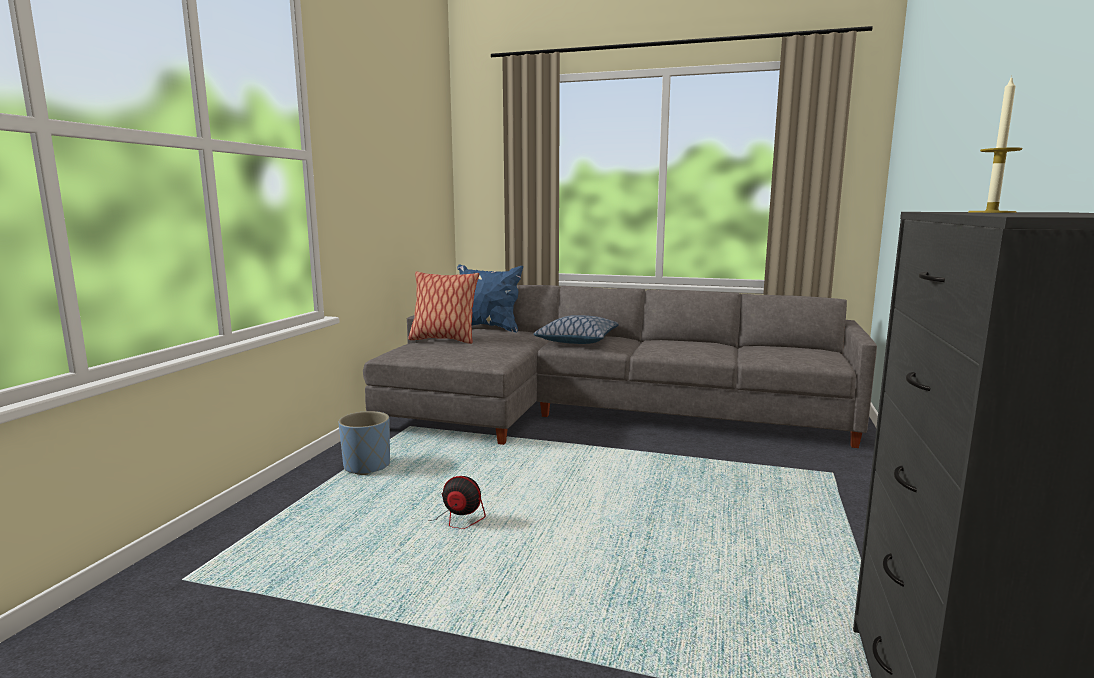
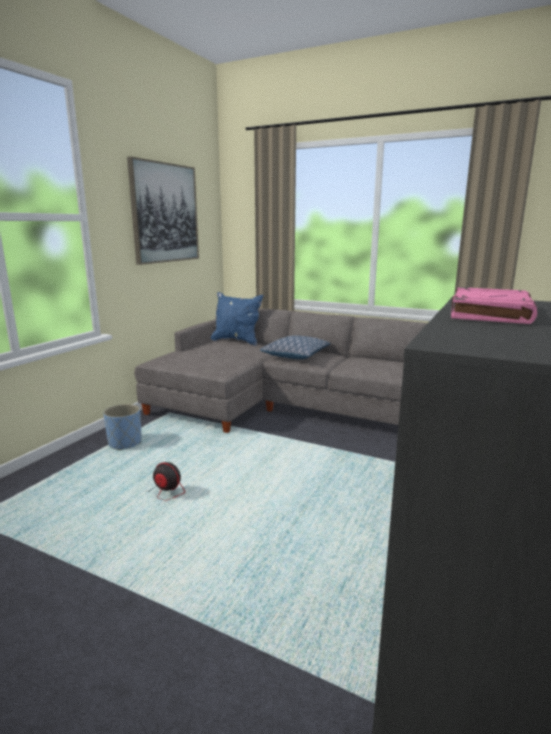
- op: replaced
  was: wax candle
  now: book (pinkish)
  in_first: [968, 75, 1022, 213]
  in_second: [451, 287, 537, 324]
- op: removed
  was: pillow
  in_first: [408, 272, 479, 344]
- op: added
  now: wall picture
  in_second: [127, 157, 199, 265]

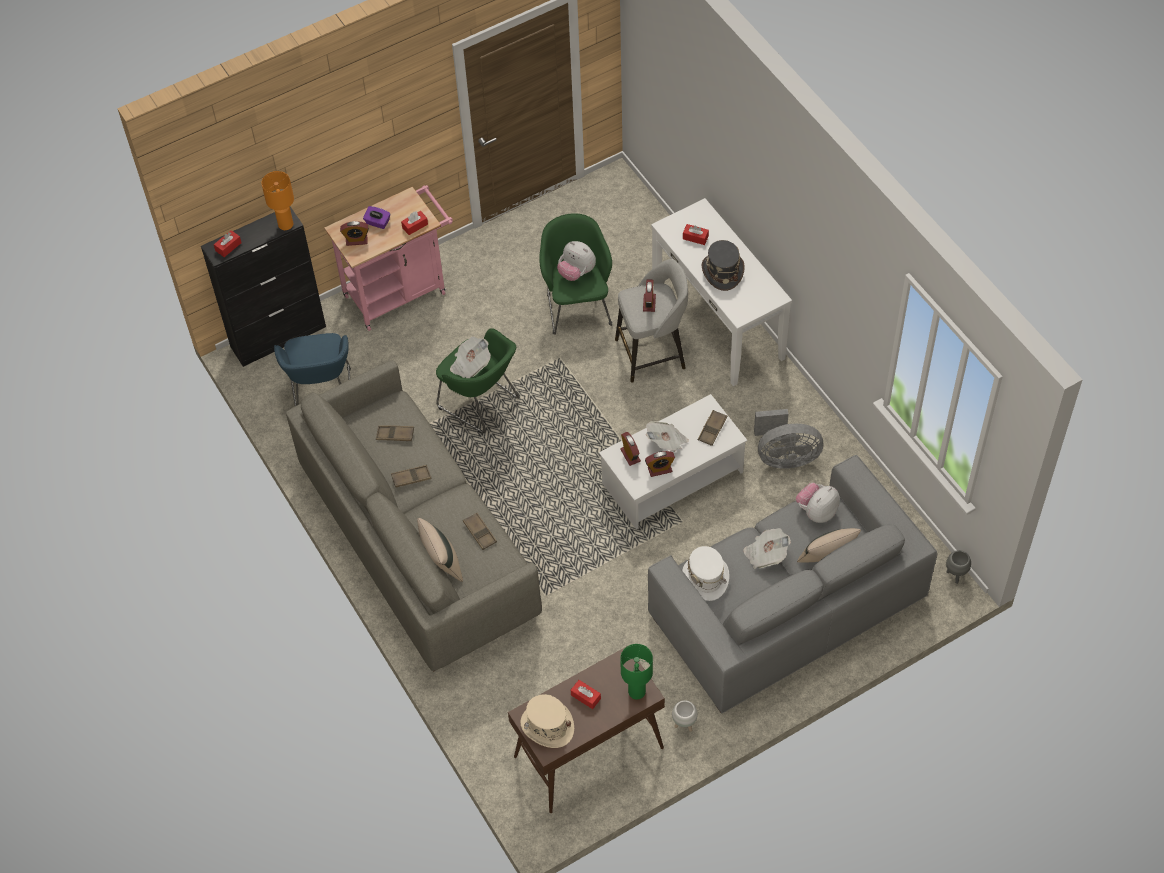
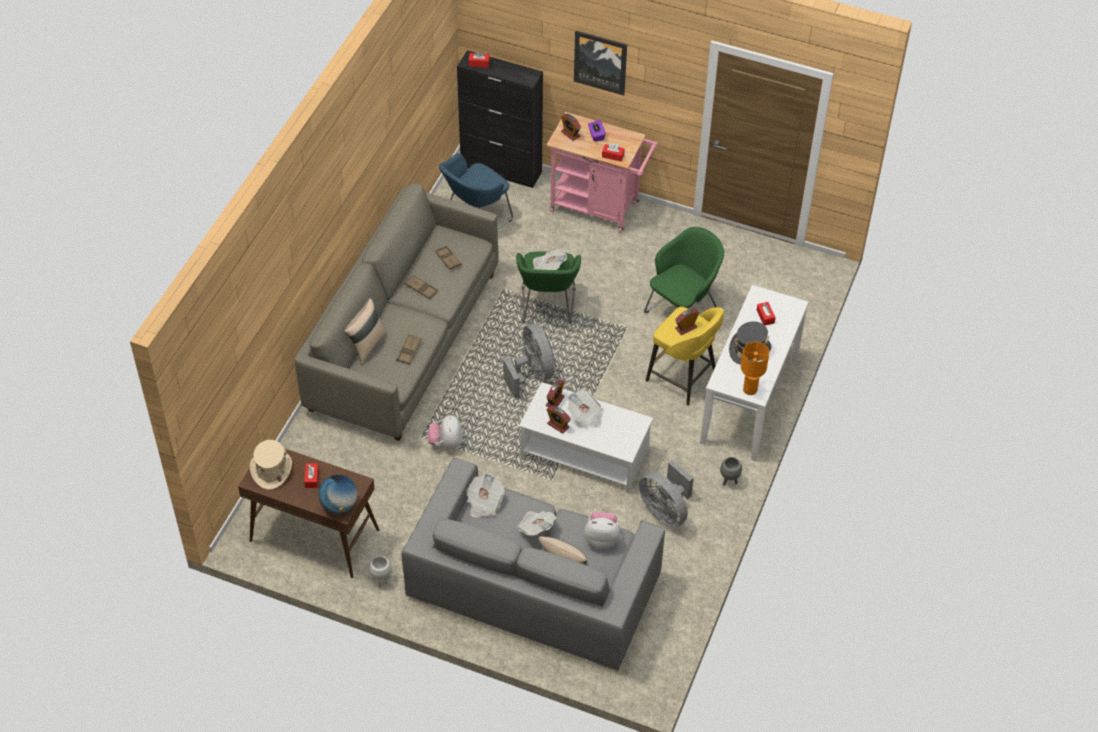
- op: moved
  was: table lamp (orange)
  in_first: [262, 171, 294, 230]
  in_second: [741, 342, 769, 395]
- op: moved
  was: soft toy
  in_first: [557, 241, 596, 281]
  in_second: [428, 415, 463, 449]
- op: recoloured
  was: stool (grey)
  now: stool (yellowish)
  in_first: [615, 259, 688, 383]
  in_second: [646, 307, 724, 405]
- op: removed
  was: carrying tray (brown)
  in_first: [698, 410, 727, 446]
- op: replaced
  was: wearable hat (white)
  now: daily paper
  in_first: [682, 546, 730, 601]
  in_second: [466, 473, 505, 518]
- op: moved
  was: planter (grey)
  in_first: [946, 550, 971, 584]
  in_second: [720, 457, 742, 486]
- op: replaced
  was: table lamp (greenish)
  now: desk globe
  in_first: [620, 644, 653, 700]
  in_second: [318, 475, 358, 514]
- op: added
  now: wall picture
  in_second: [574, 31, 627, 96]
- op: added
  now: electric fan (grey)
  in_second: [503, 324, 555, 398]

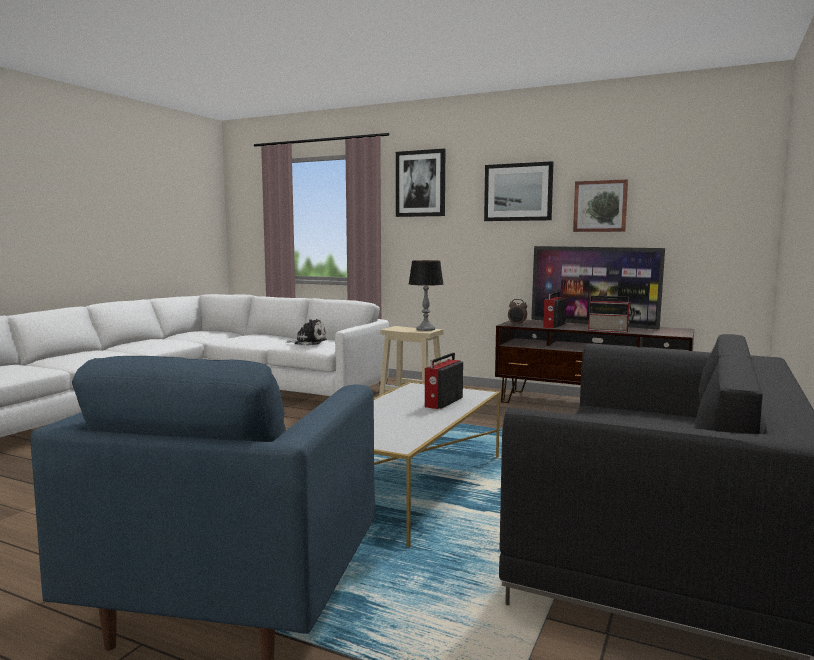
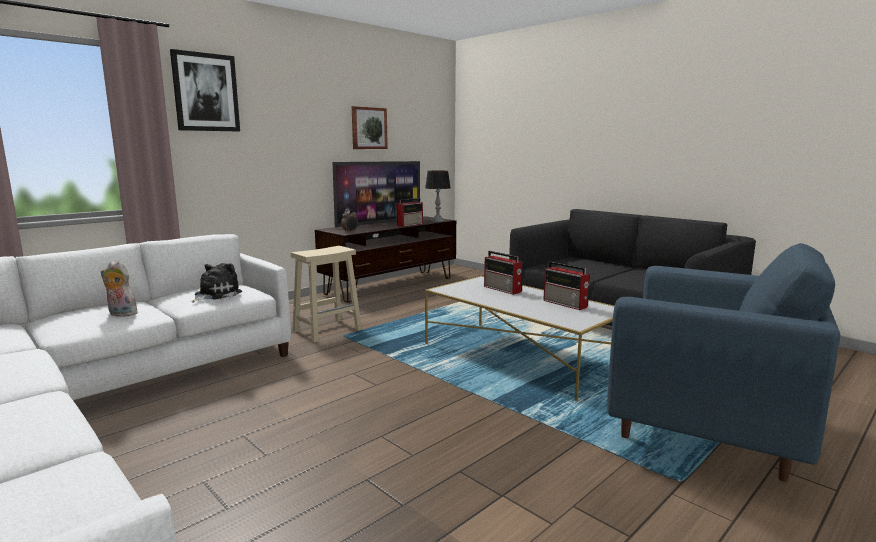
- op: removed
  was: wall picture
  in_first: [484, 161, 554, 221]
- op: moved
  was: table lamp
  in_first: [409, 260, 443, 331]
  in_second: [425, 170, 450, 222]
- op: moved
  was: radio set
  in_first: [543, 292, 566, 328]
  in_second: [543, 261, 590, 310]
- op: added
  now: soft toy
  in_second: [101, 261, 137, 317]

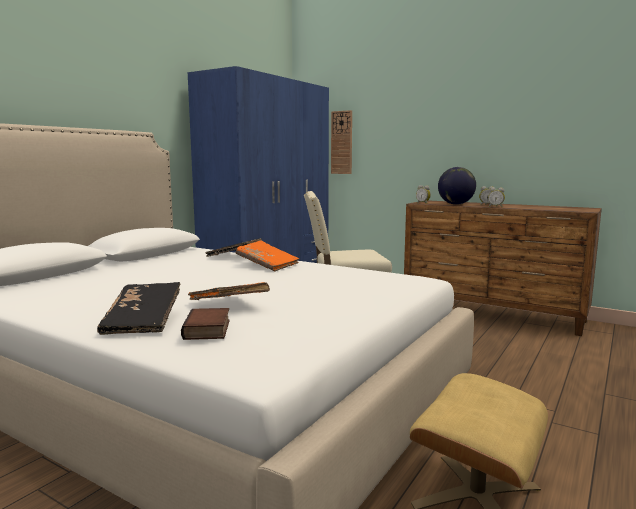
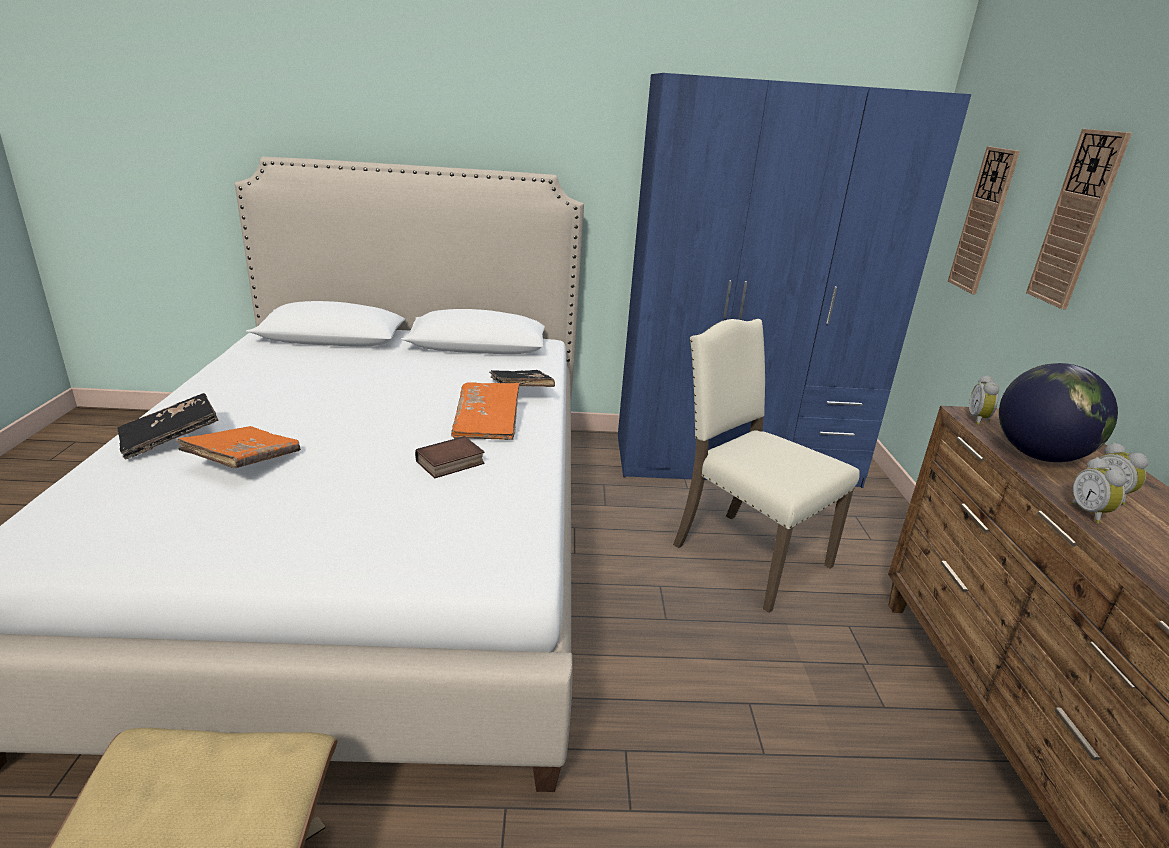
- op: moved
  was: book
  in_first: [181, 308, 230, 340]
  in_second: [415, 436, 485, 478]
- op: added
  now: wall clock
  in_second: [1026, 129, 1132, 309]

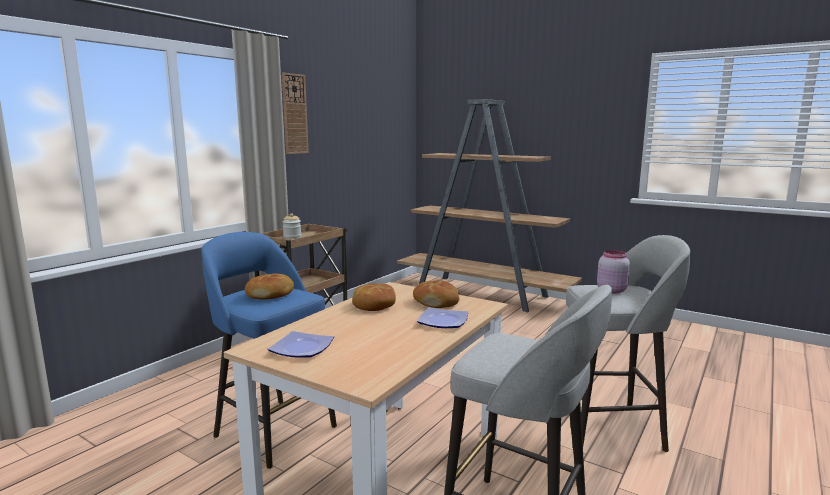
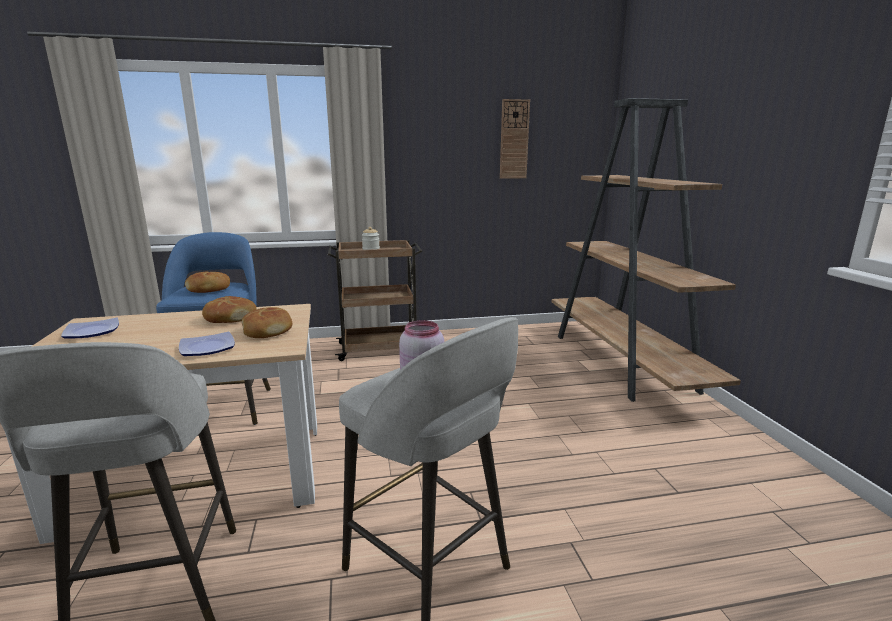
- op: moved
  was: wall clock
  in_first: [282, 73, 309, 154]
  in_second: [500, 99, 530, 179]

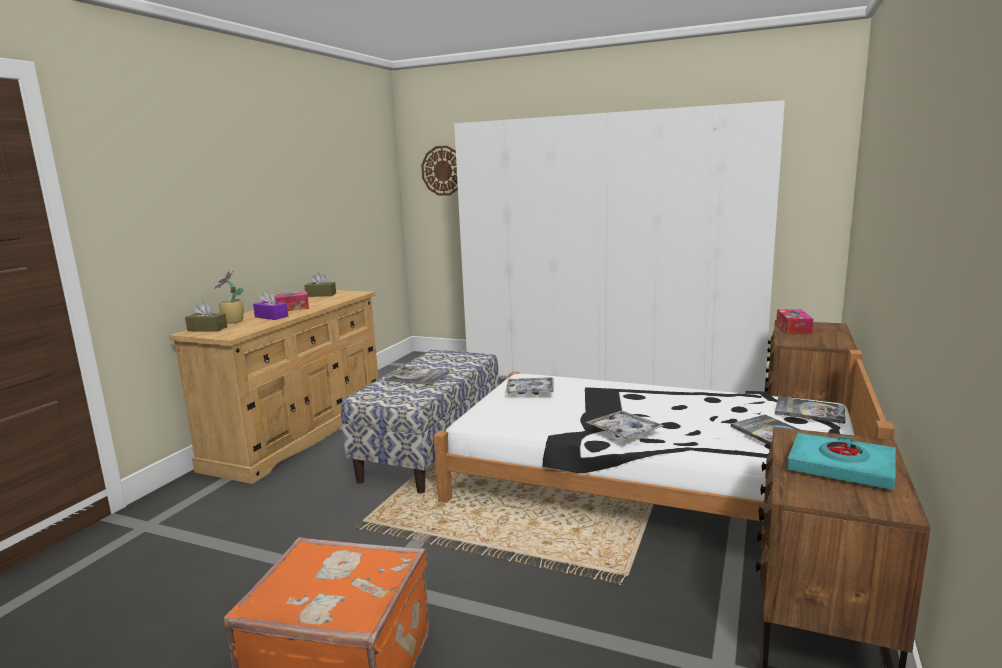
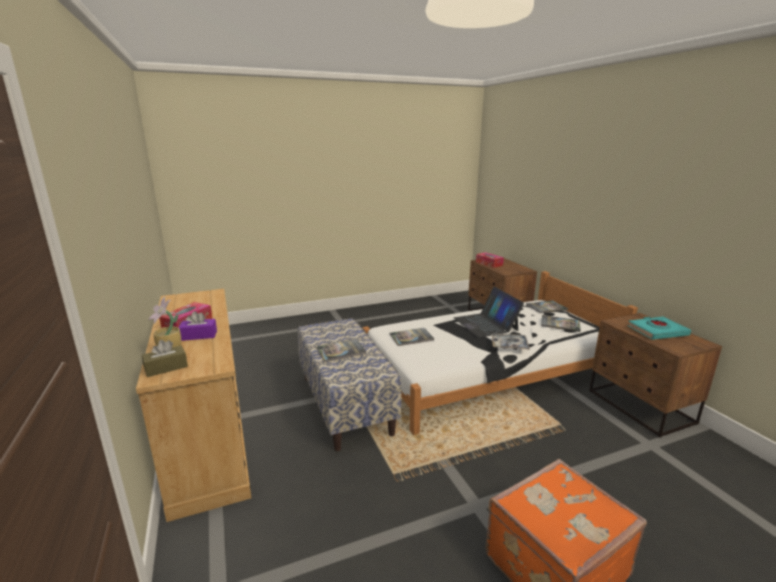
- op: removed
  was: wardrobe (white)
  in_first: [454, 100, 785, 394]
- op: removed
  was: wall clock
  in_first: [421, 146, 458, 196]
- op: removed
  was: box of tissues (brown)
  in_first: [304, 272, 336, 297]
- op: replaced
  was: carrying tray
  now: book
  in_first: [505, 378, 554, 395]
  in_second: [390, 328, 434, 346]
- op: added
  now: portable computer
  in_second: [454, 287, 524, 338]

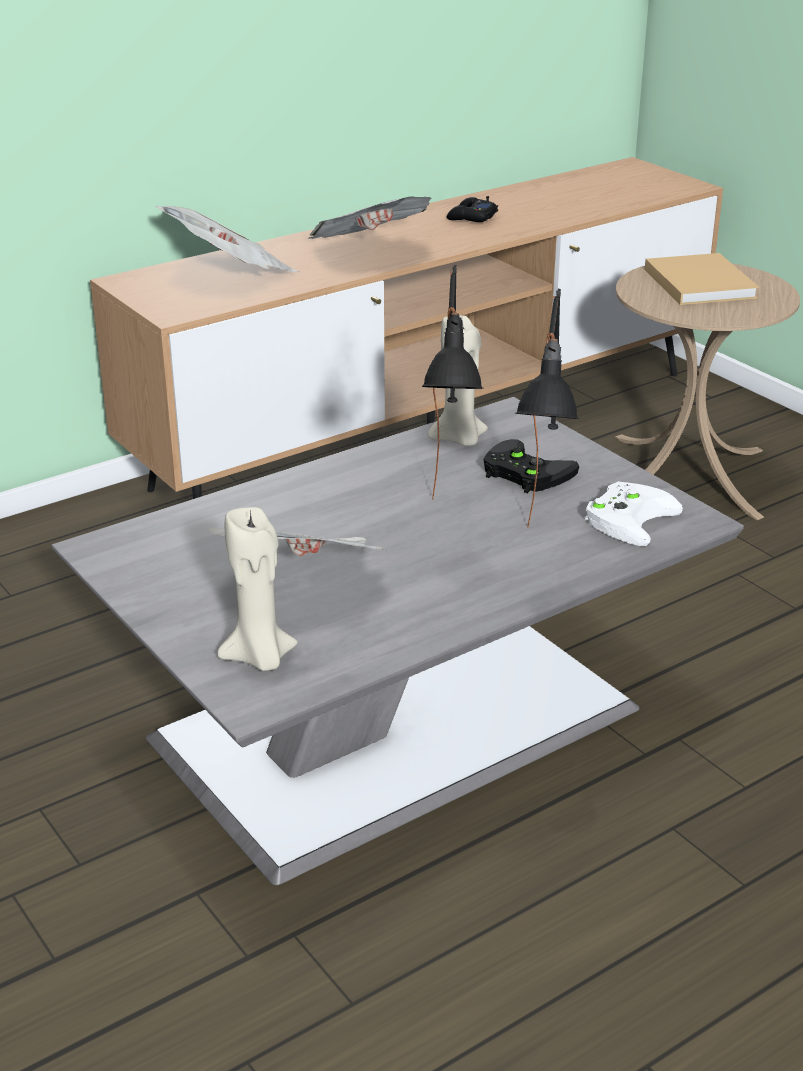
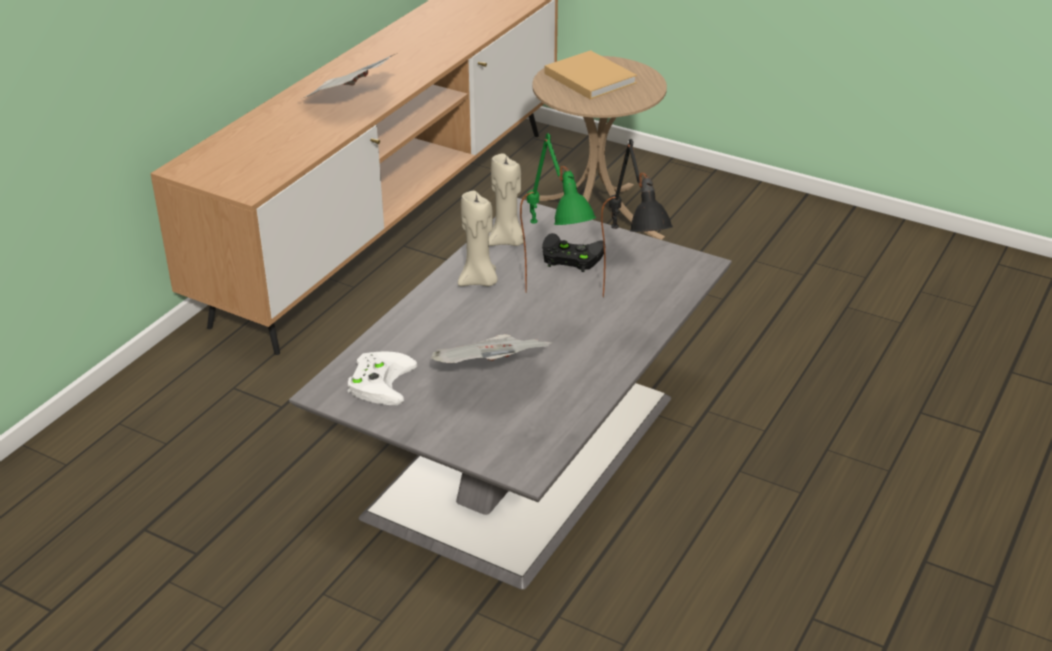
- op: removed
  was: gamepad (black-coloured)
  in_first: [447, 196, 498, 222]
- op: removed
  was: daily paper
  in_first: [155, 206, 300, 272]
- op: recoloured
  was: table lamp (black-coloured)
  now: table lamp (greenish)
  in_first: [422, 265, 483, 499]
  in_second: [520, 133, 596, 293]
- op: moved
  was: gamepad (white)
  in_first: [585, 482, 683, 546]
  in_second: [348, 351, 417, 405]
- op: moved
  was: wax candle (beige-coloured)
  in_first: [217, 507, 298, 671]
  in_second: [458, 191, 498, 286]

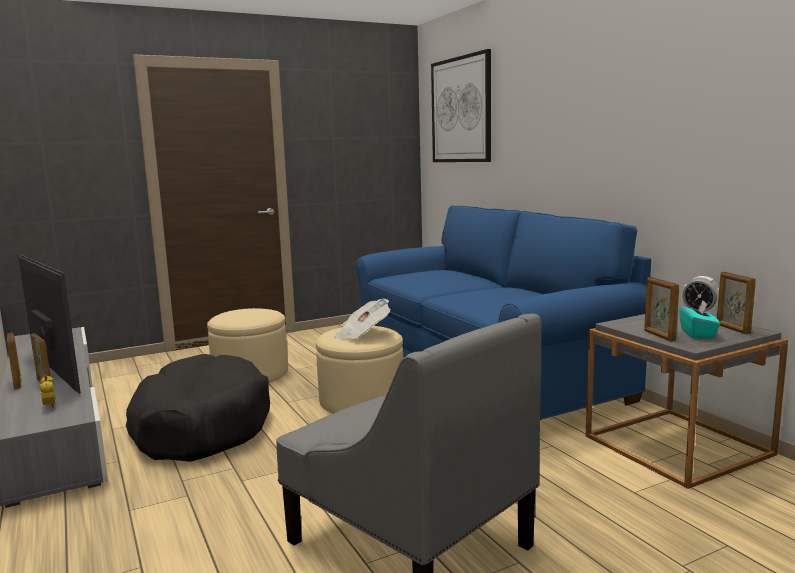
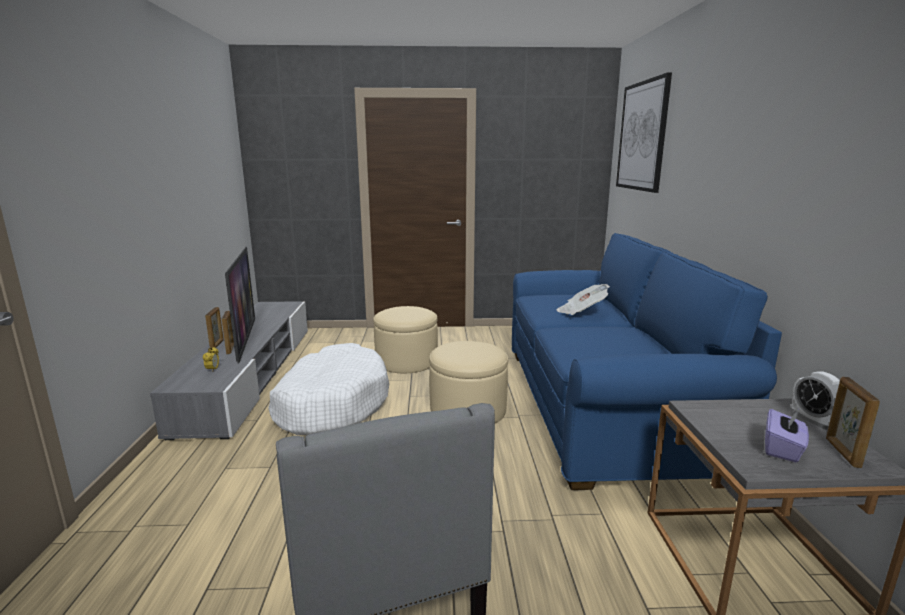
- op: removed
  was: picture frame
  in_first: [644, 277, 679, 341]
- op: moved
  was: daily paper
  in_first: [334, 299, 390, 339]
  in_second: [556, 284, 610, 315]
- op: recoloured
  was: box of tissues (blue-green)
  now: box of tissues (purple-coloured)
  in_first: [679, 300, 720, 339]
  in_second: [765, 409, 809, 462]
- op: recoloured
  was: dog cushion (black-coloured)
  now: dog cushion (white)
  in_first: [126, 354, 270, 462]
  in_second: [268, 343, 389, 435]

